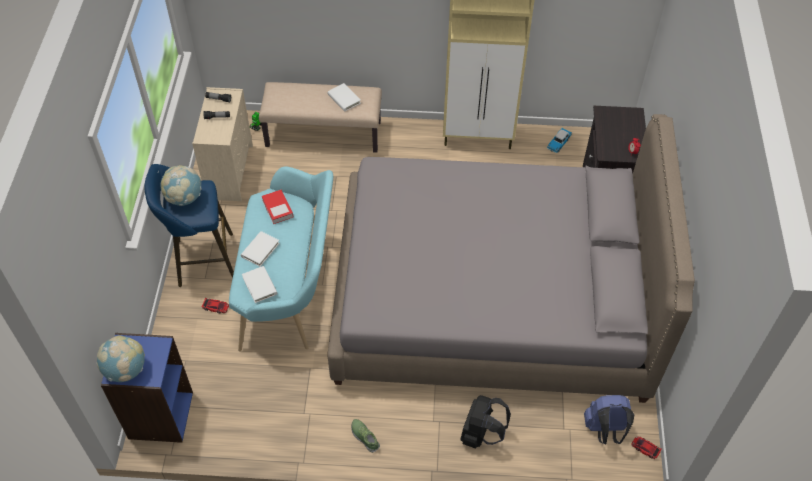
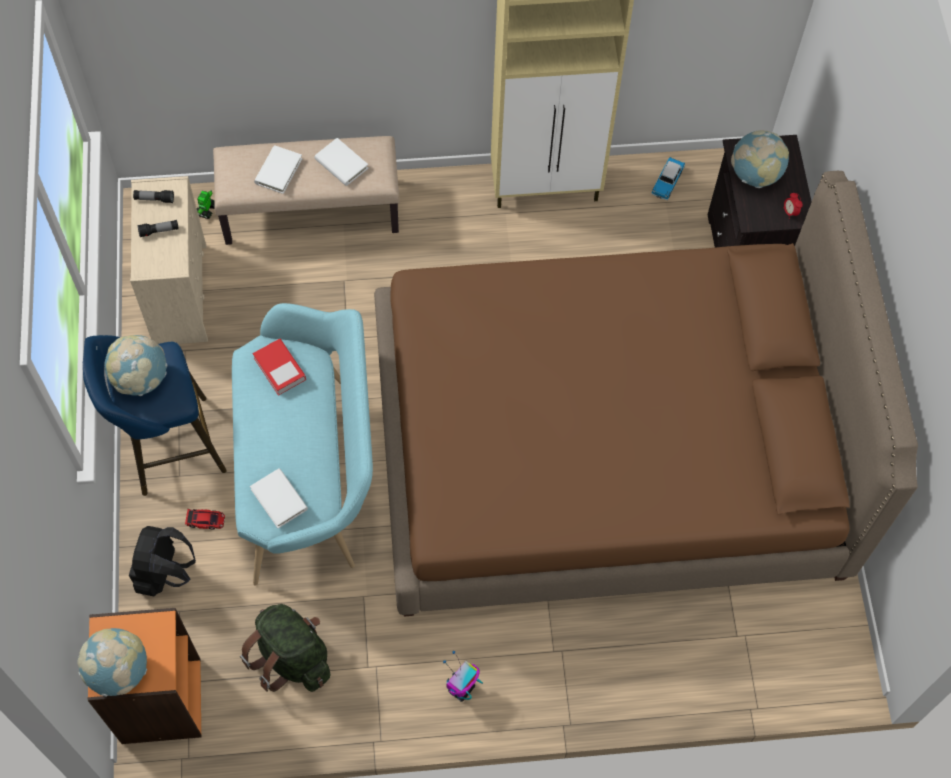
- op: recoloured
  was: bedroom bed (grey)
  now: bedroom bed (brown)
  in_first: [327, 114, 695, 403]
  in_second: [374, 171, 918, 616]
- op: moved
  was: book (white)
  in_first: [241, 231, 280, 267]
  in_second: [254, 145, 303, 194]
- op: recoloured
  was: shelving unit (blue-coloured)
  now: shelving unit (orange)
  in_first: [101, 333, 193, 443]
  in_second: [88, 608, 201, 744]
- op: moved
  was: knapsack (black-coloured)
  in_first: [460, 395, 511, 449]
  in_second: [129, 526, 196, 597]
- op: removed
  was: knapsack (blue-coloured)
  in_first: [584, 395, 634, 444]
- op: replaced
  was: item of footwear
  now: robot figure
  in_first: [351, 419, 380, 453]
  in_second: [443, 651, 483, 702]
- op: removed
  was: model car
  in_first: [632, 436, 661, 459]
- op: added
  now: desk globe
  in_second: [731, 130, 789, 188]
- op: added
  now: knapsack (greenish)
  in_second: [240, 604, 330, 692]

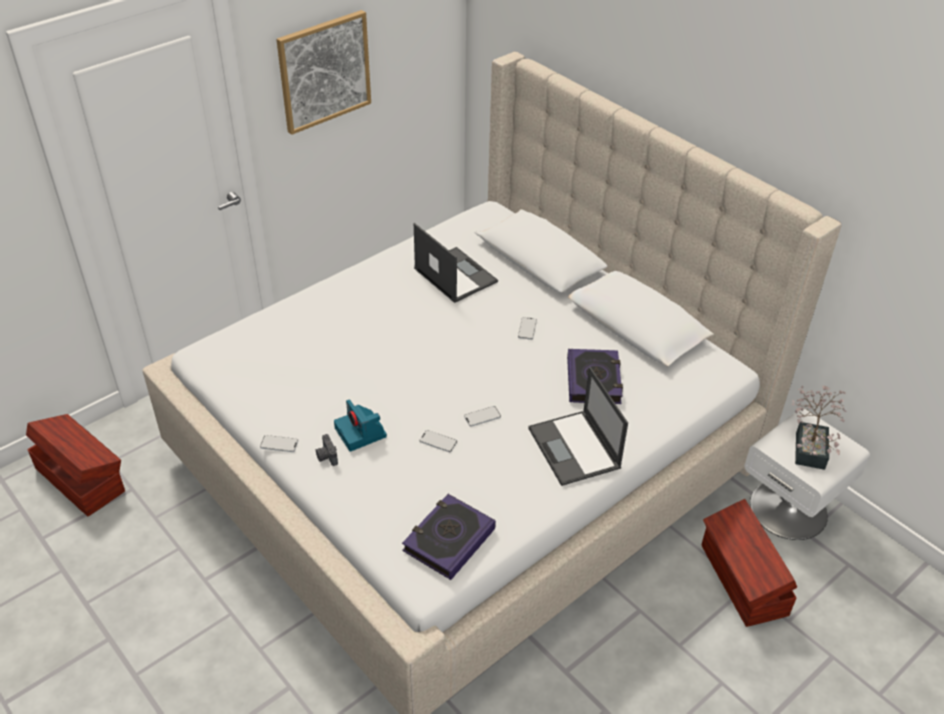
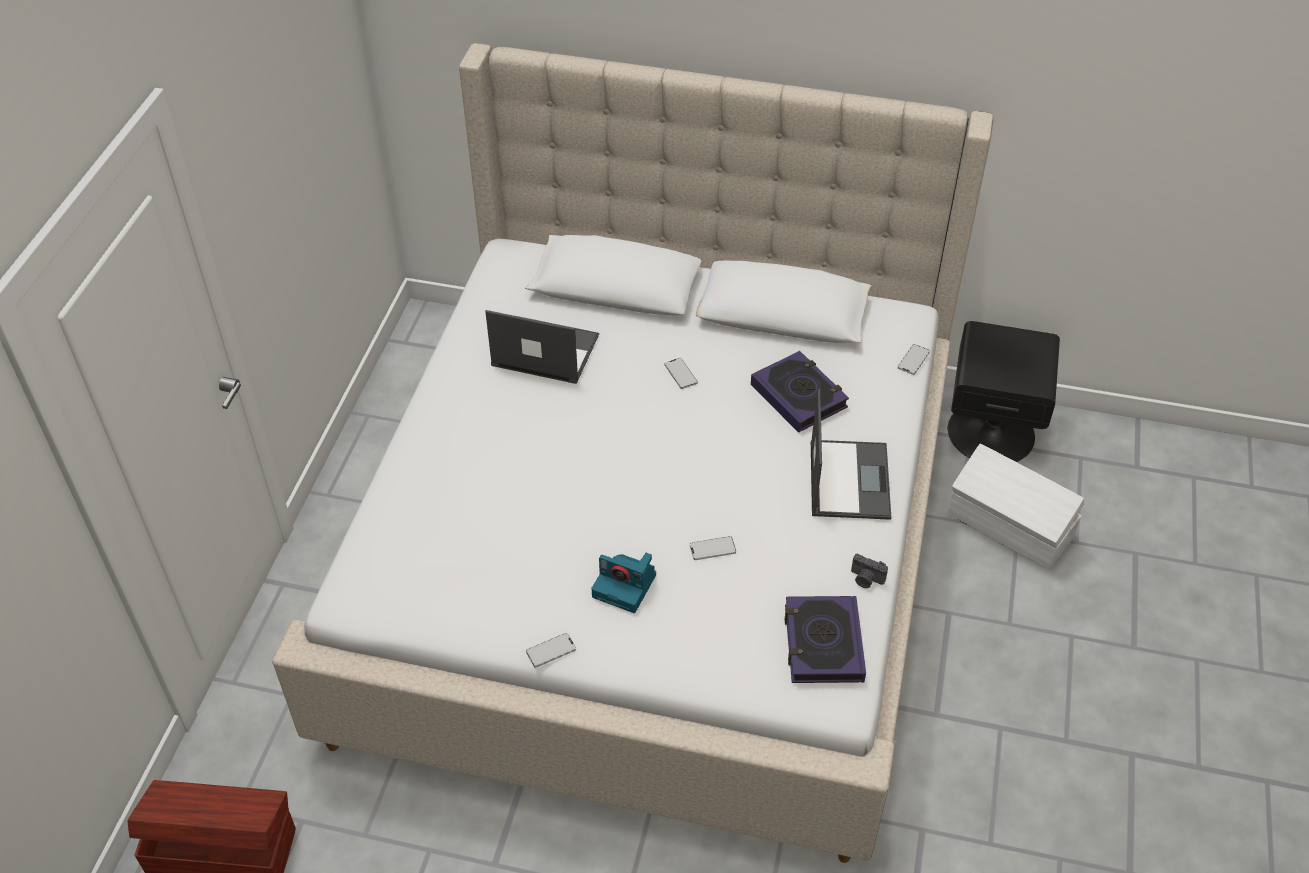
- op: removed
  was: wall picture
  in_first: [276, 10, 371, 135]
- op: turned
  was: portable computer
  in_first: [528, 367, 628, 486]
  in_second: [811, 389, 891, 520]
  clockwise: -120
- op: removed
  was: houseplant
  in_first: [792, 386, 846, 470]
- op: moved
  was: handset
  in_first: [464, 406, 501, 427]
  in_second: [898, 344, 930, 375]
- op: recoloured
  was: nightstand (white)
  now: nightstand (black-coloured)
  in_first: [744, 408, 870, 540]
  in_second: [948, 321, 1060, 462]
- op: moved
  was: photo camera
  in_first: [316, 434, 338, 466]
  in_second: [851, 554, 888, 588]
- op: recoloured
  was: storage box (brown)
  now: storage box (white)
  in_first: [701, 499, 797, 627]
  in_second: [948, 443, 1084, 570]

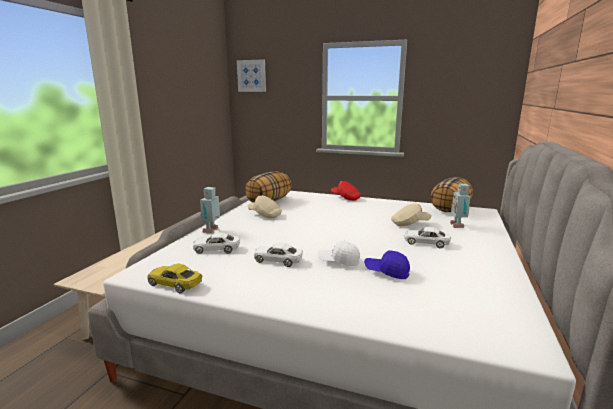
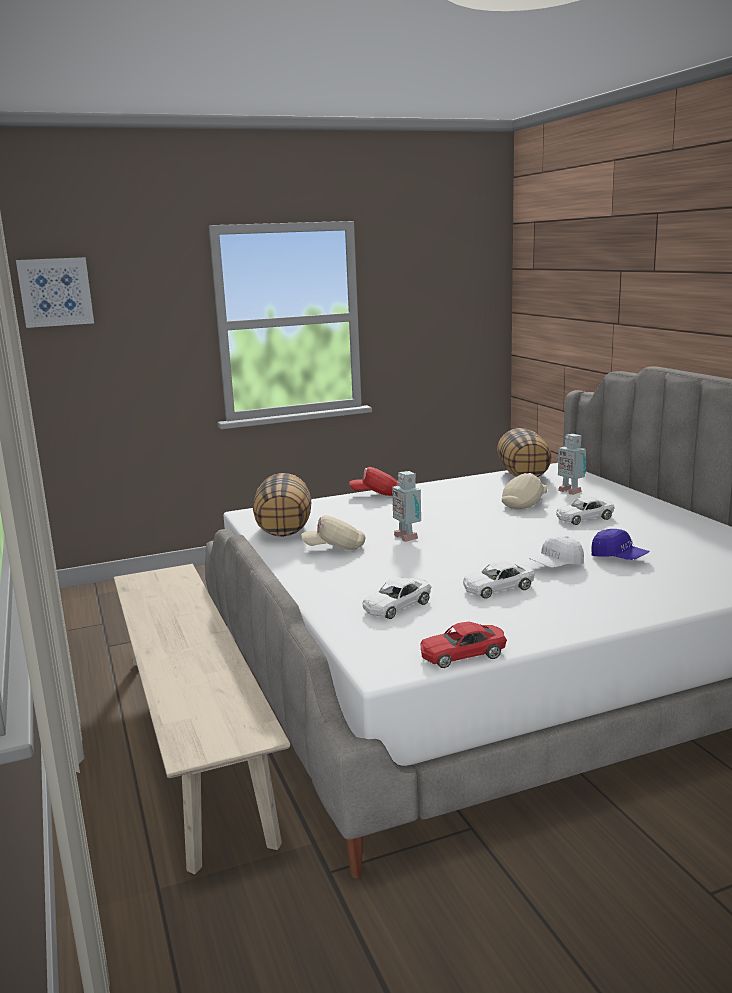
- op: moved
  was: robot figure
  in_first: [200, 187, 220, 233]
  in_second: [392, 471, 421, 542]
- op: turned
  was: cap (blue-coloured)
  in_first: [364, 251, 410, 279]
  in_second: [592, 529, 649, 560]
  clockwise: -120
- op: recoloured
  was: model car (yellowish)
  now: model car (red)
  in_first: [147, 264, 202, 293]
  in_second: [421, 622, 507, 668]

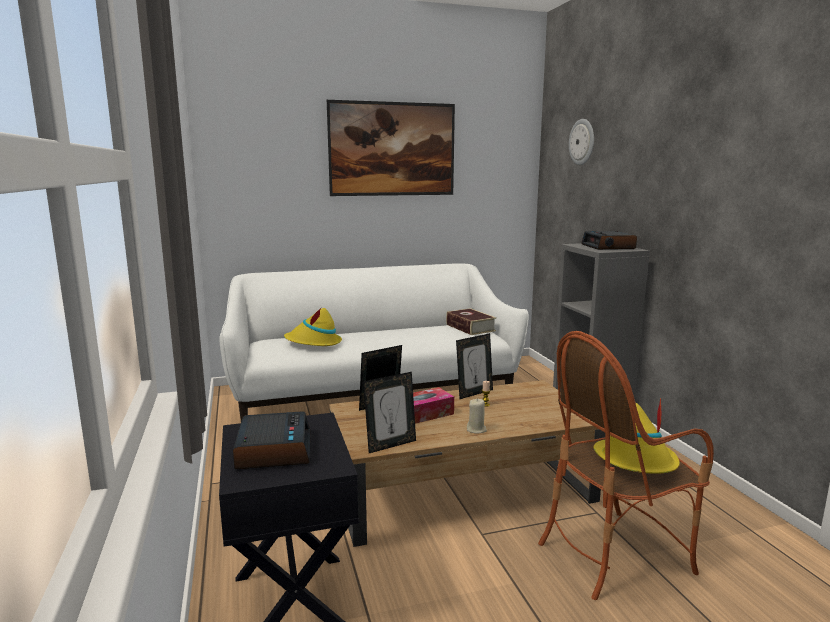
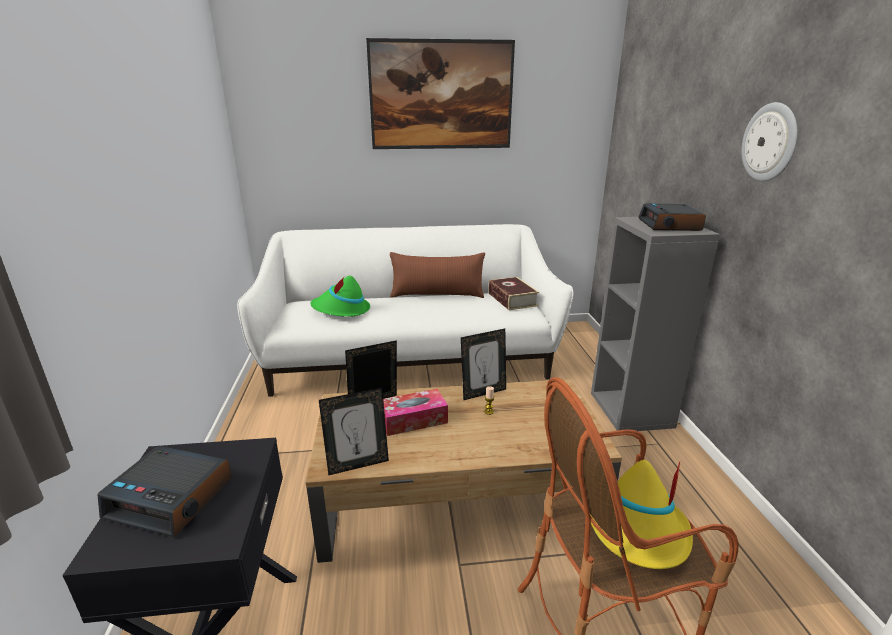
- op: moved
  was: wall clock
  in_first: [569, 119, 594, 165]
  in_second: [741, 102, 798, 181]
- op: recoloured
  was: wearable hat (yellowish)
  now: wearable hat (greenish)
  in_first: [284, 308, 342, 346]
  in_second: [311, 276, 370, 317]
- op: removed
  was: wax candle (beige-coloured)
  in_first: [467, 398, 487, 434]
- op: turned
  was: alarm clock
  in_first: [233, 411, 310, 469]
  in_second: [98, 446, 232, 537]
  clockwise: 105
- op: added
  now: pillow (brown)
  in_second: [390, 252, 485, 298]

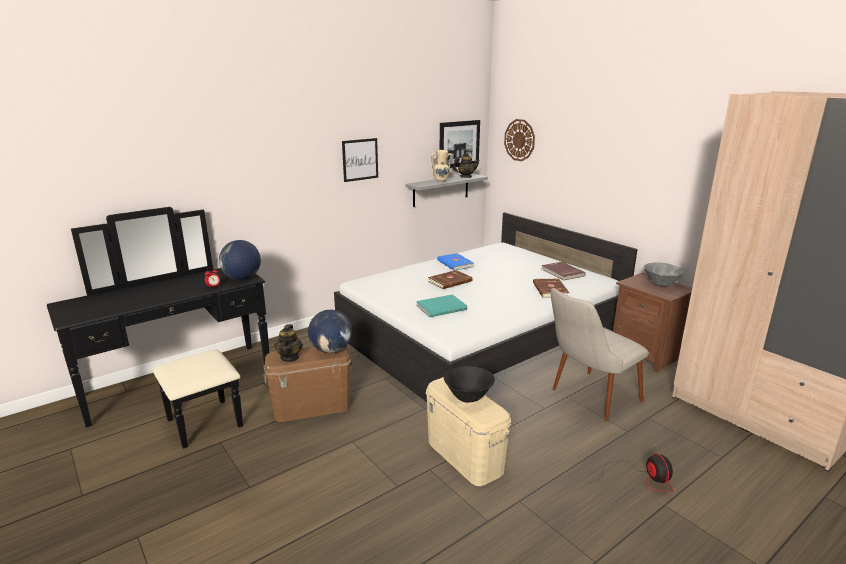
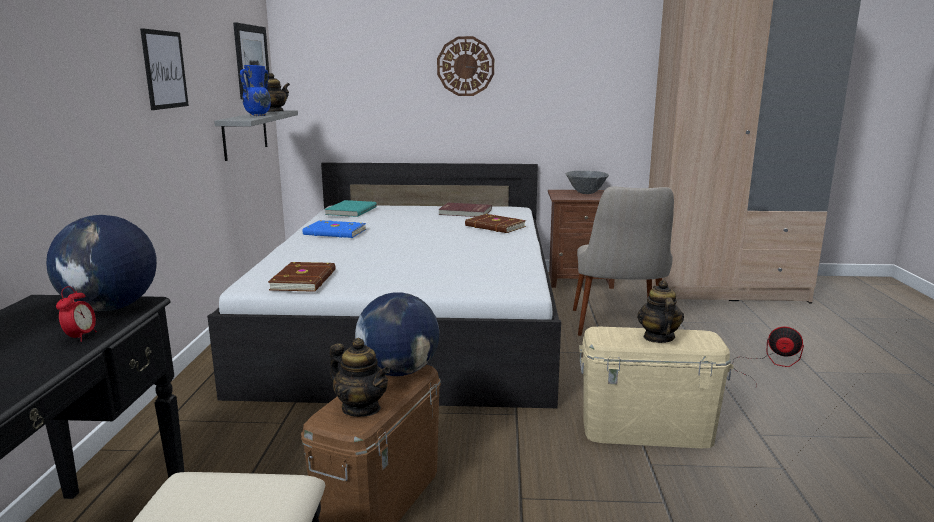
- op: moved
  was: wall clock
  in_first: [504, 119, 535, 161]
  in_second: [437, 36, 494, 96]
- op: recoloured
  was: decorative vase (beige-coloured)
  now: decorative vase (blue-coloured)
  in_first: [431, 150, 452, 182]
  in_second: [240, 65, 271, 116]
- op: moved
  was: book (brown)
  in_first: [428, 270, 473, 289]
  in_second: [268, 262, 336, 292]
- op: moved
  was: book (blue-green)
  in_first: [416, 294, 467, 317]
  in_second: [325, 200, 377, 217]
- op: replaced
  was: bowl (black-coloured)
  now: pot for tea
  in_first: [444, 366, 495, 403]
  in_second: [637, 280, 684, 343]

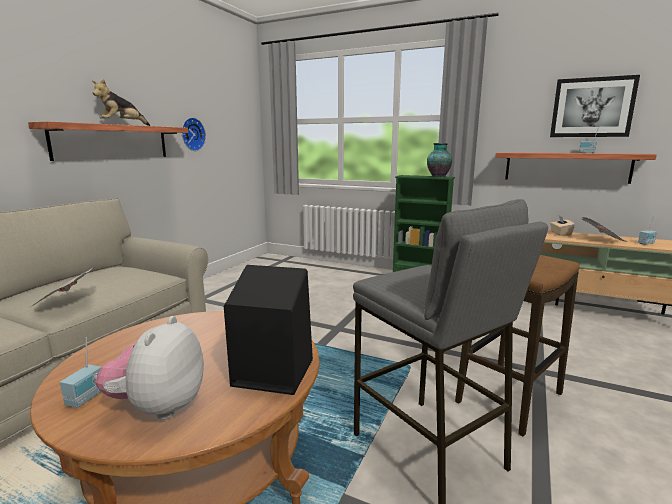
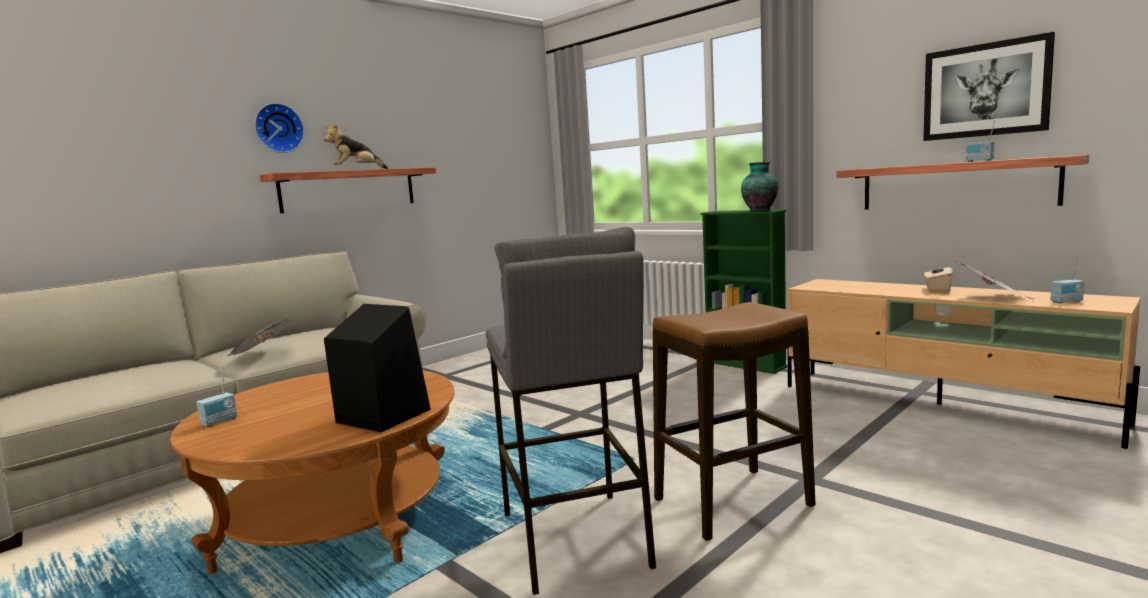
- op: moved
  was: wall clock
  in_first: [182, 117, 206, 151]
  in_second: [254, 103, 304, 153]
- op: removed
  was: soft toy
  in_first: [95, 316, 204, 420]

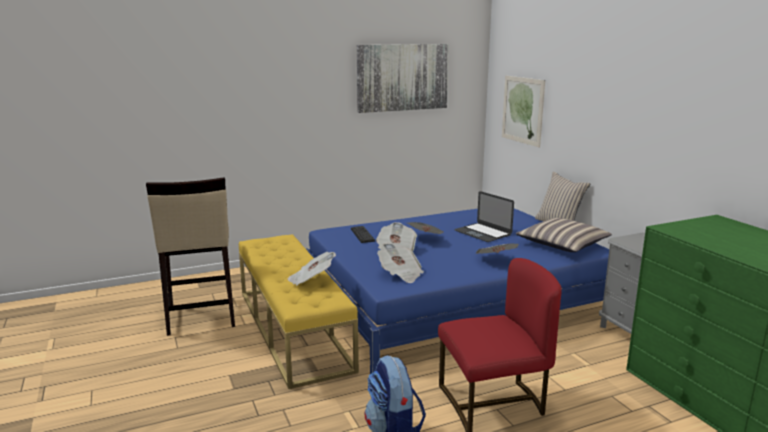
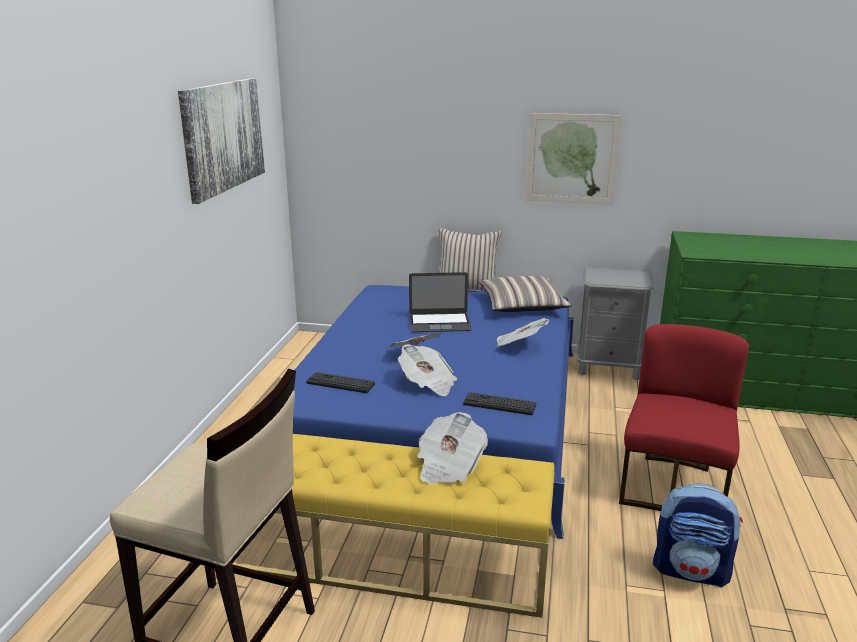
- op: moved
  was: wall picture
  in_first: [502, 76, 545, 147]
  in_second: [526, 113, 621, 205]
- op: replaced
  was: daily paper
  now: PC keyboard
  in_first: [377, 243, 424, 283]
  in_second: [463, 392, 536, 415]

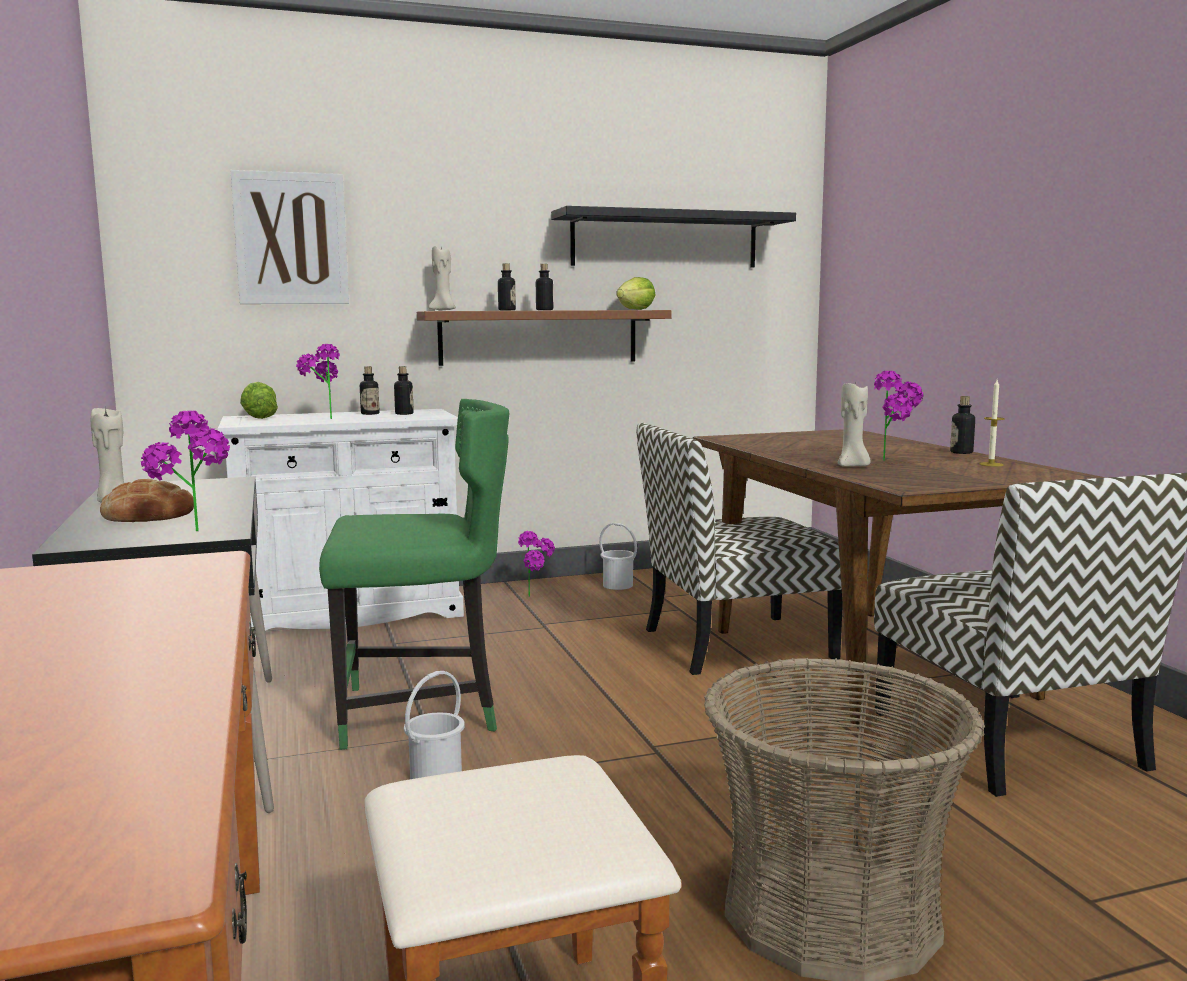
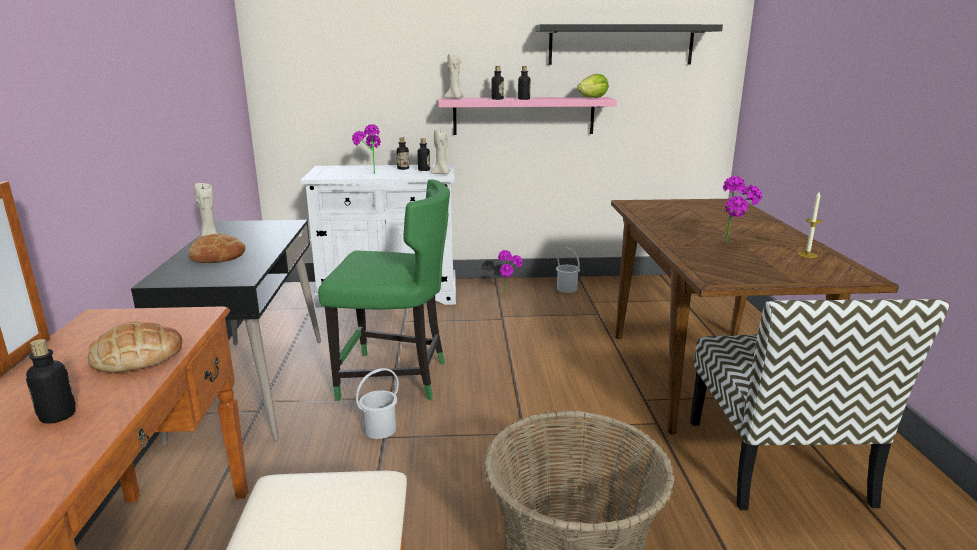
- op: removed
  was: wall picture
  in_first: [230, 170, 349, 304]
- op: recoloured
  was: wall shelf (brown)
  now: wall shelf (pinkish)
  in_first: [417, 310, 672, 366]
  in_second: [438, 97, 617, 135]
- op: removed
  was: lettuce
  in_first: [240, 382, 278, 419]
- op: moved
  was: wax candle (beige-coloured)
  in_first: [838, 383, 871, 467]
  in_second: [432, 130, 450, 174]
- op: moved
  was: bottle
  in_first: [950, 396, 975, 454]
  in_second: [26, 339, 76, 424]
- op: removed
  was: houseplant
  in_first: [141, 411, 230, 531]
- op: removed
  was: chair
  in_first: [636, 423, 843, 675]
- op: added
  now: bread
  in_second: [87, 322, 182, 373]

